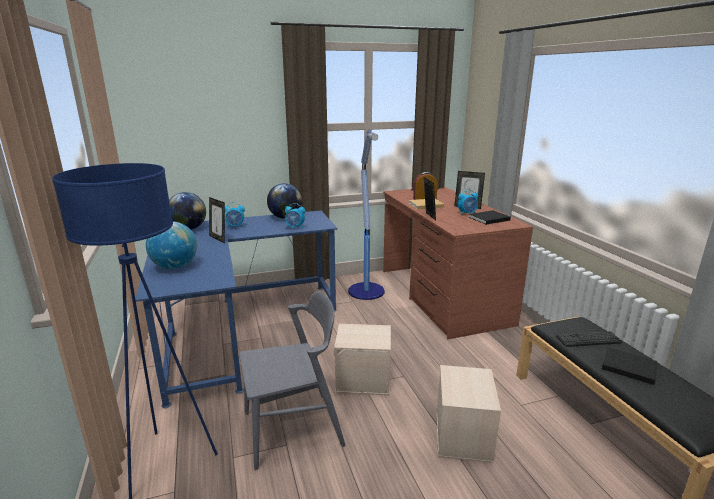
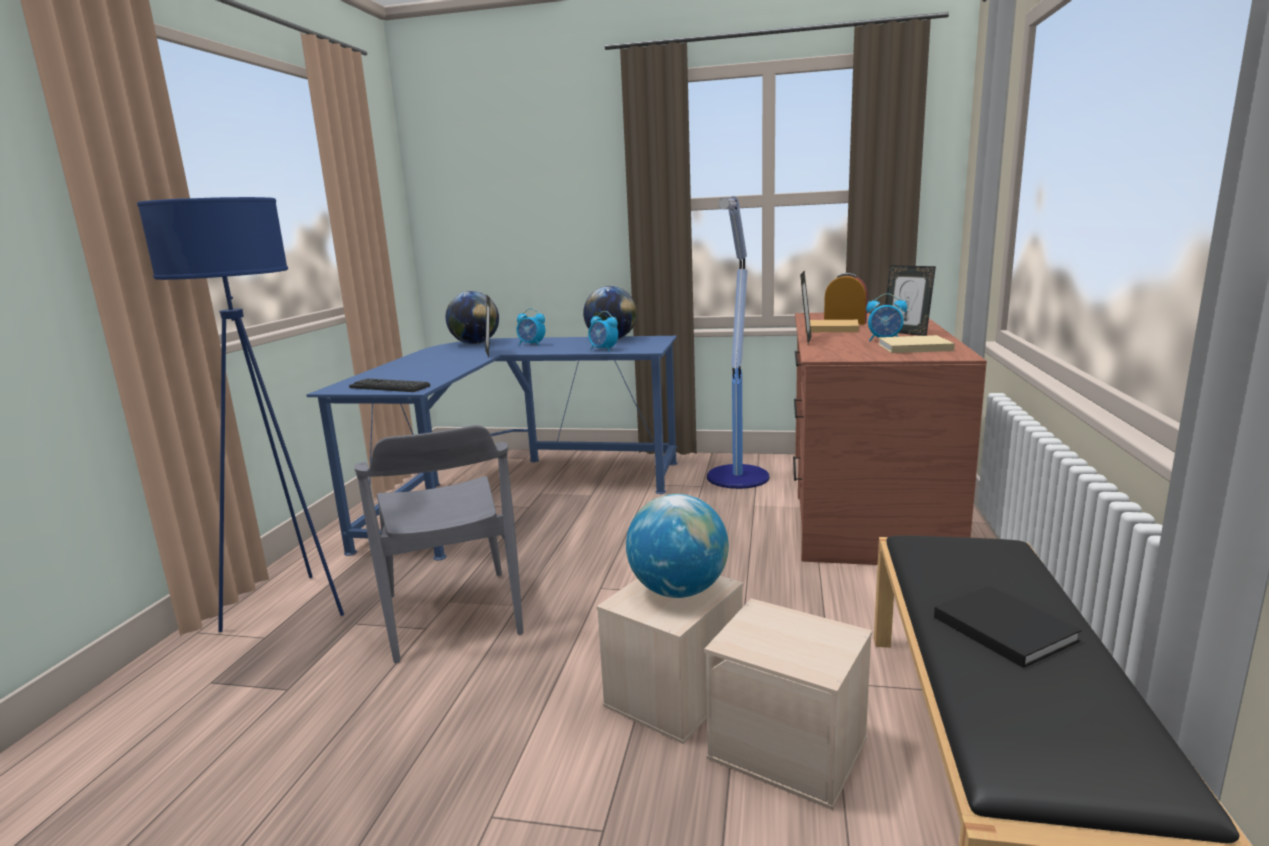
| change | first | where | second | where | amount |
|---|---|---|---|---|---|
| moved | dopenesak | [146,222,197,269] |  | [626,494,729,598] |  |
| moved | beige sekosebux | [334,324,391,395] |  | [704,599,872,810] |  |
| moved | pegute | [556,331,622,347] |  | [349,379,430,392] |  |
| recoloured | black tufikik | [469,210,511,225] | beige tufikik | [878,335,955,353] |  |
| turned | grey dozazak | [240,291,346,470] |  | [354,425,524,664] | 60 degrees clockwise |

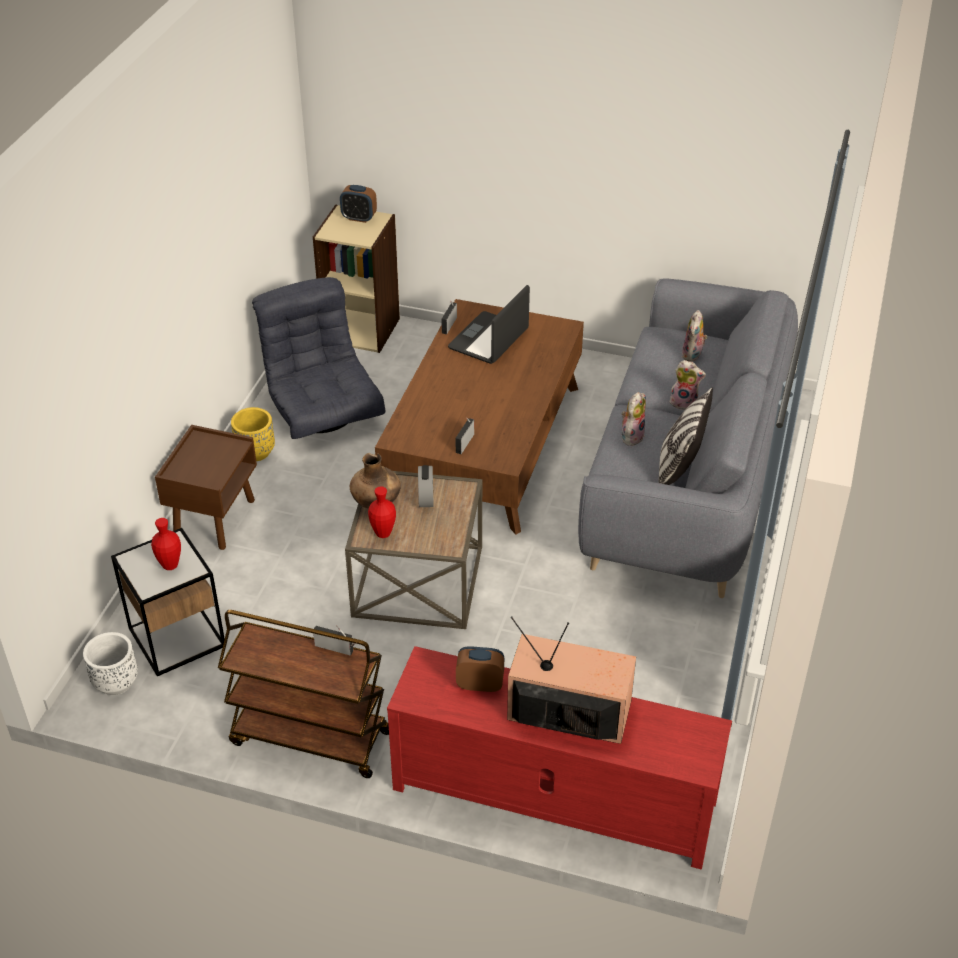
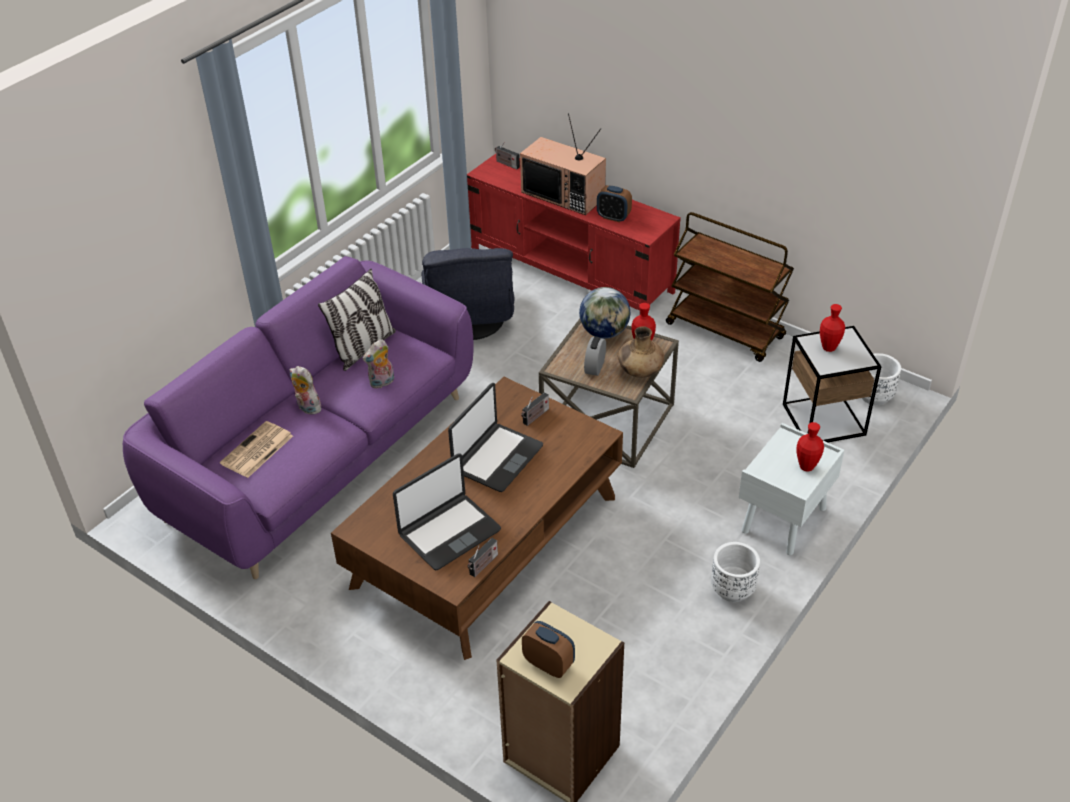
| change | first | where | second | where | amount |
|---|---|---|---|---|---|
| added |  |  | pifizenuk | [448,383,543,492] |  |
| added |  |  | dopenesak | [579,287,630,339] |  |
| added |  |  | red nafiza | [796,422,824,471] |  |
| moved | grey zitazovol | [252,277,385,439] |  | [422,248,515,340] |  |
| moved | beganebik | [313,625,355,656] |  | [495,142,520,169] |  |
| replaced | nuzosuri | [682,310,708,362] | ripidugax | [220,421,293,478] |  |
| recoloured | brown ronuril | [155,425,257,550] | white ronuril | [739,423,844,555] |  |
| recoloured | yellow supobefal | [231,407,275,461] | white supobefal | [711,542,760,602] |  |
| recoloured | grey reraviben | [578,278,798,598] | purple reraviben | [123,256,474,579] |  |

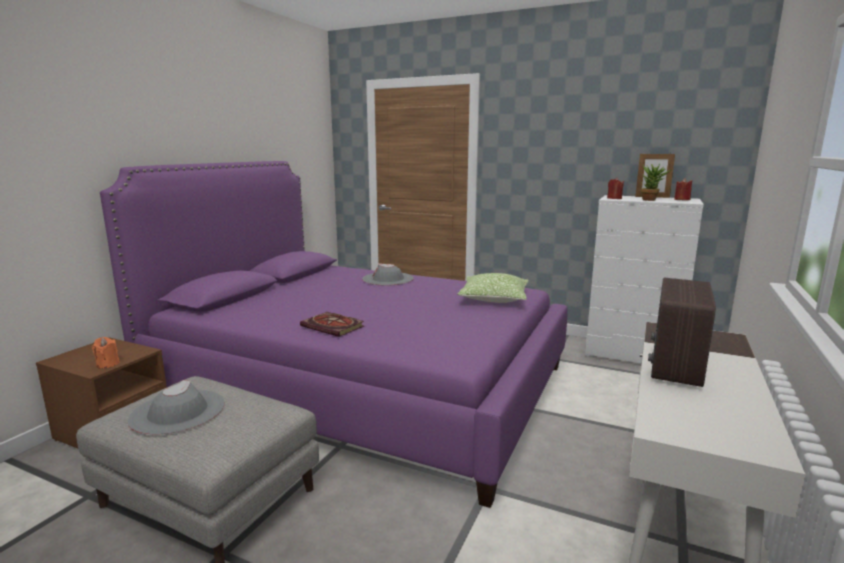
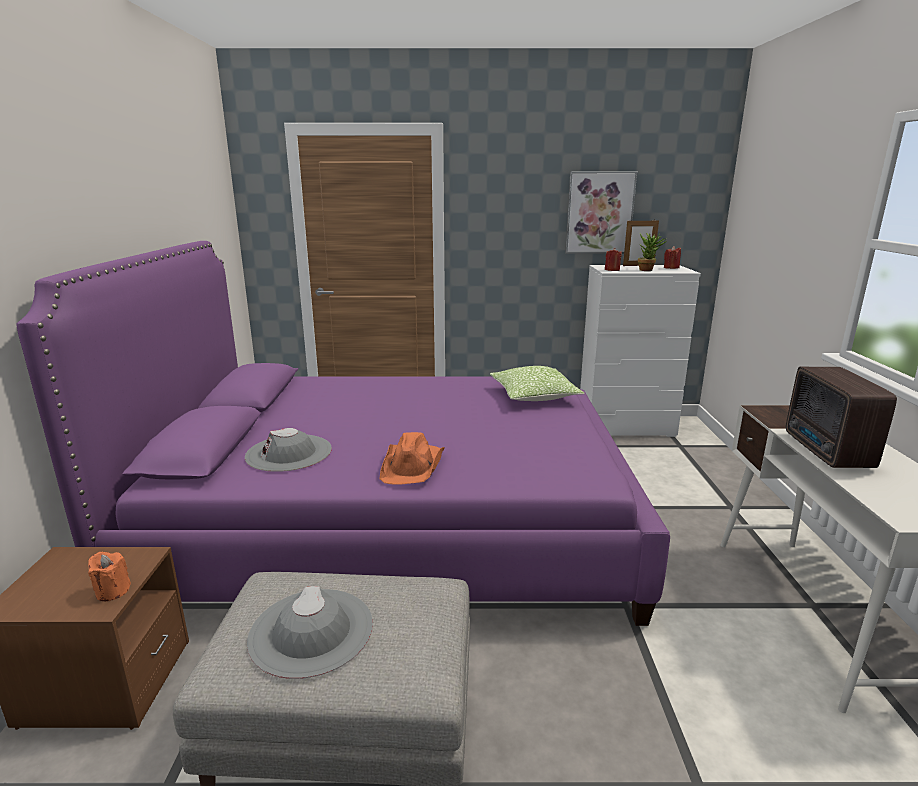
| change | first | where | second | where | amount |
|---|---|---|---|---|---|
| added |  |  | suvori | [565,171,637,254] |  |
| moved | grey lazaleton | [362,263,414,286] |  | [245,428,332,472] |  |
| replaced | tufikik | [300,312,364,337] | orange lazaleton | [380,432,445,485] |  |

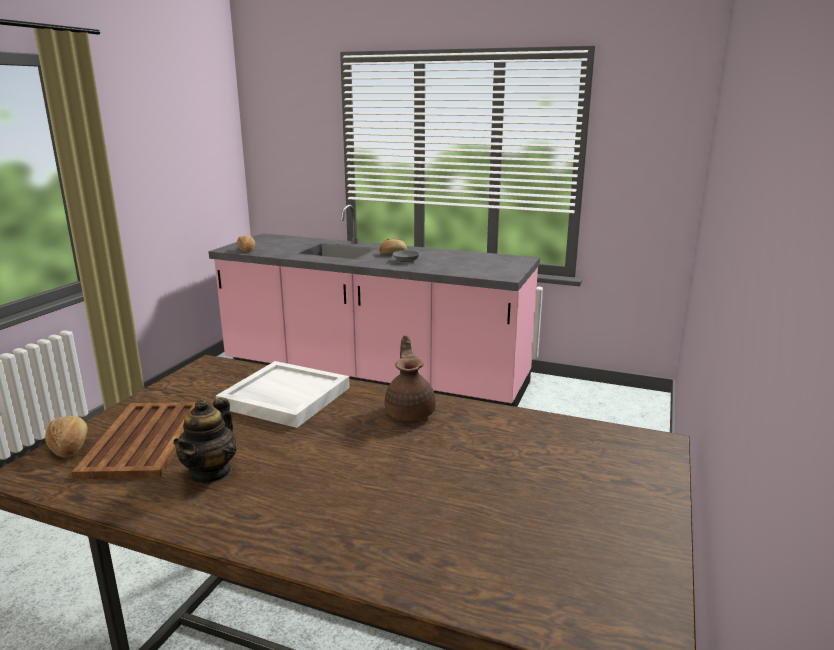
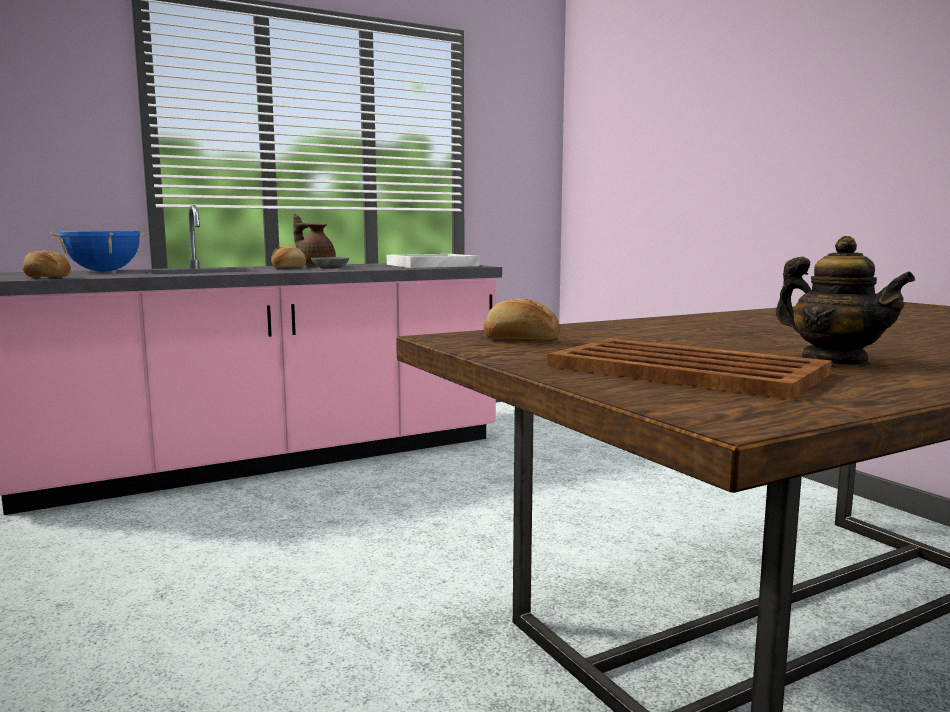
| change | first | where | second | where | amount |
|---|---|---|---|---|---|
| added |  |  | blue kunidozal | [50,231,148,272] |  |
| moved | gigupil | [45,416,88,458] |  | [484,299,560,340] |  |
| moved | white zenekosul | [216,361,350,428] |  | [387,254,480,268] |  |
| moved | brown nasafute | [385,335,436,421] |  | [293,214,336,266] |  |

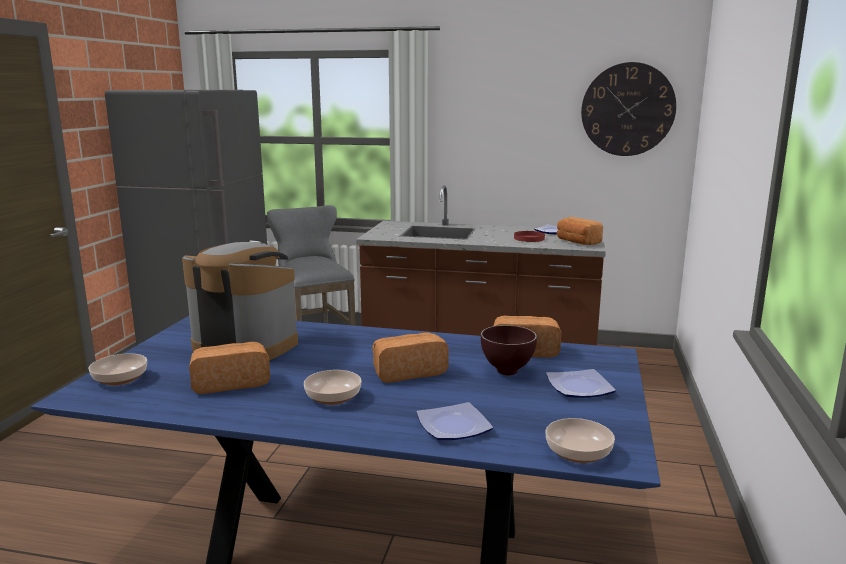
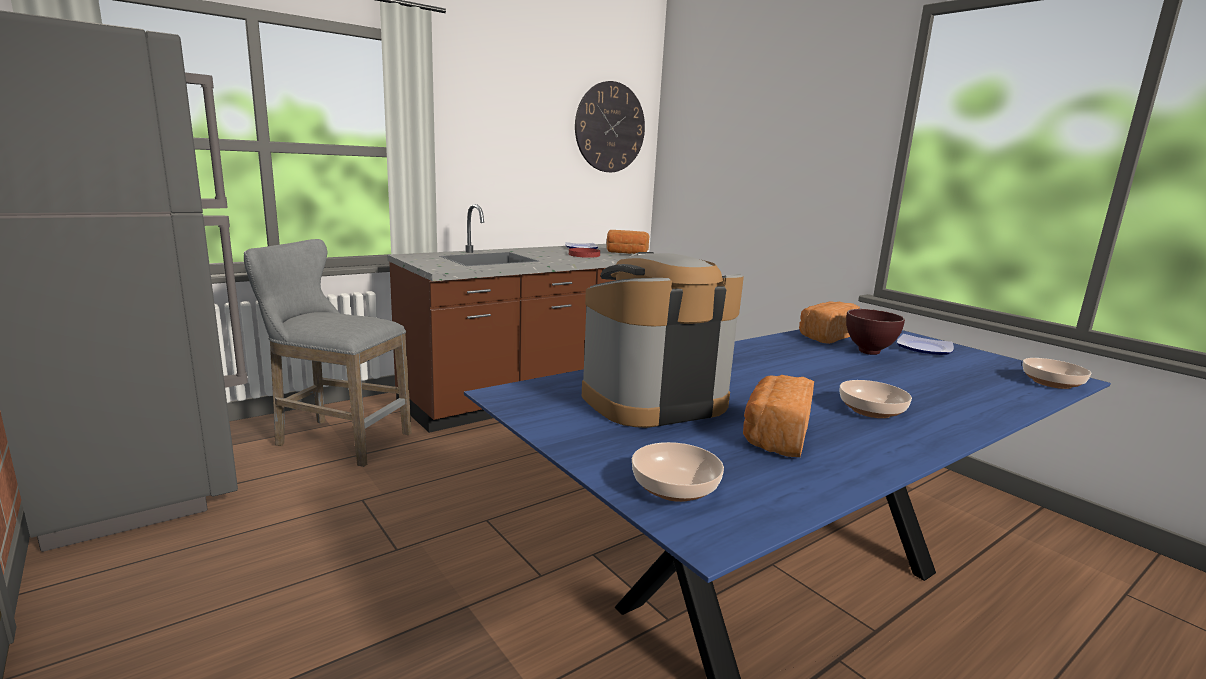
| change | first | where | second | where | amount |
|---|---|---|---|---|---|
| removed | gigupil | [372,332,449,383] |  |  |  |
| removed | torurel | [416,402,493,440] |  |  |  |

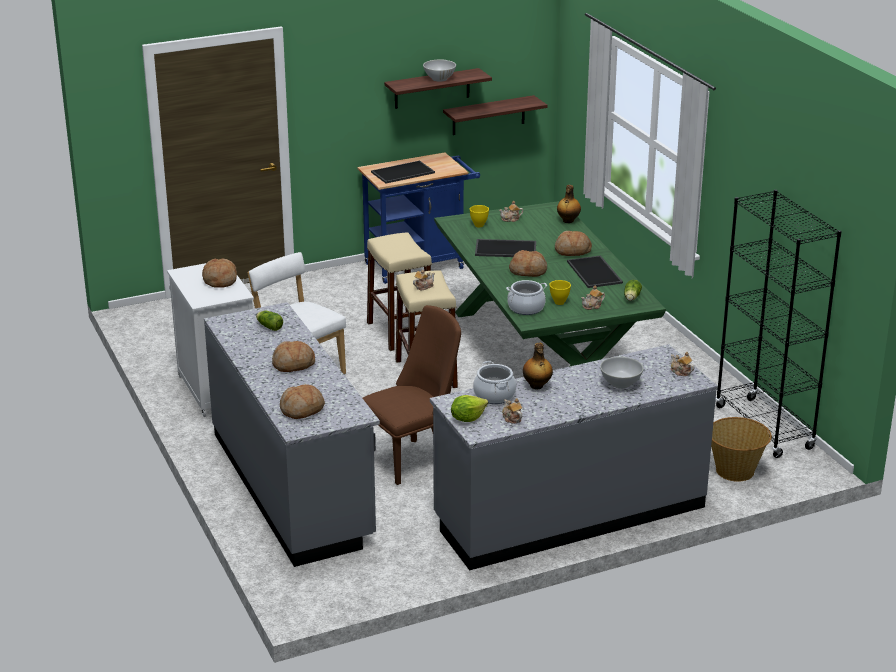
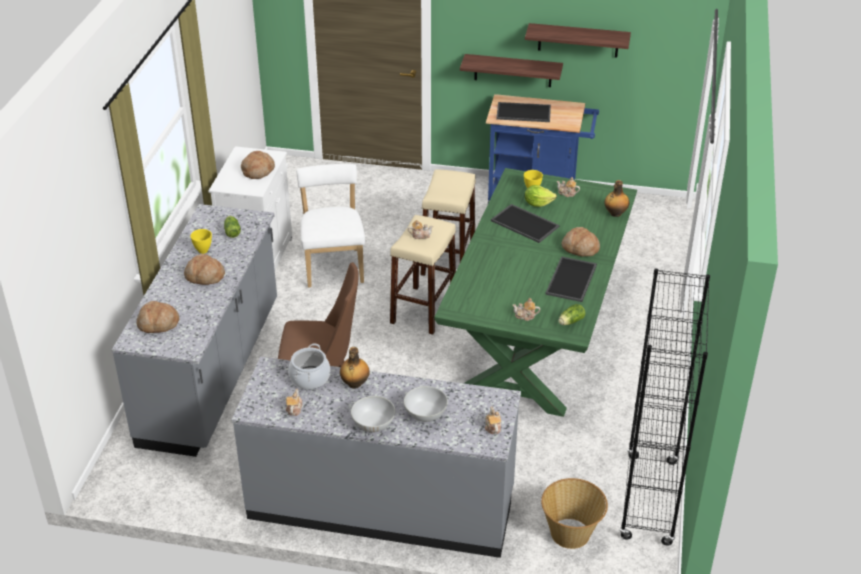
| change | first | where | second | where | amount |
|---|---|---|---|---|---|
| removed | kunidozal | [506,280,547,315] |  |  |  |
| removed | gigupil | [509,250,547,277] |  |  |  |
| moved | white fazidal | [423,59,456,82] |  | [351,396,395,432] |  |
| moved | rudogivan | [443,95,547,135] |  | [460,54,563,87] |  |
| moved | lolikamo | [451,395,488,422] |  | [524,185,557,207] |  |
| moved | yellow fazidal | [549,280,571,305] |  | [190,229,212,254] |  |

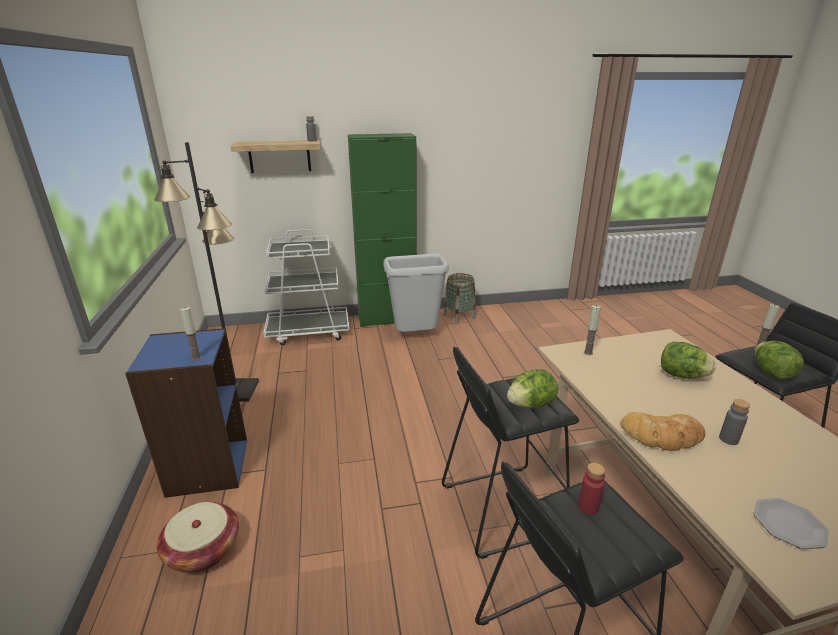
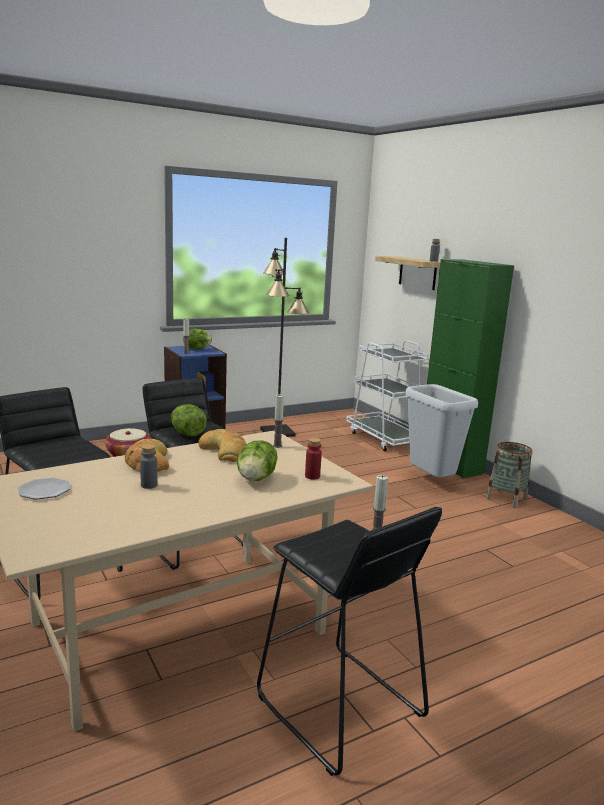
| change | first | where | second | where | amount |
|---|---|---|---|---|---|
| added |  |  | gigupil | [198,429,246,462] |  |
| moved | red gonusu | [578,463,605,515] |  | [305,438,322,480] |  |
| moved | lolikamo | [755,341,804,380] |  | [183,328,212,349] |  |

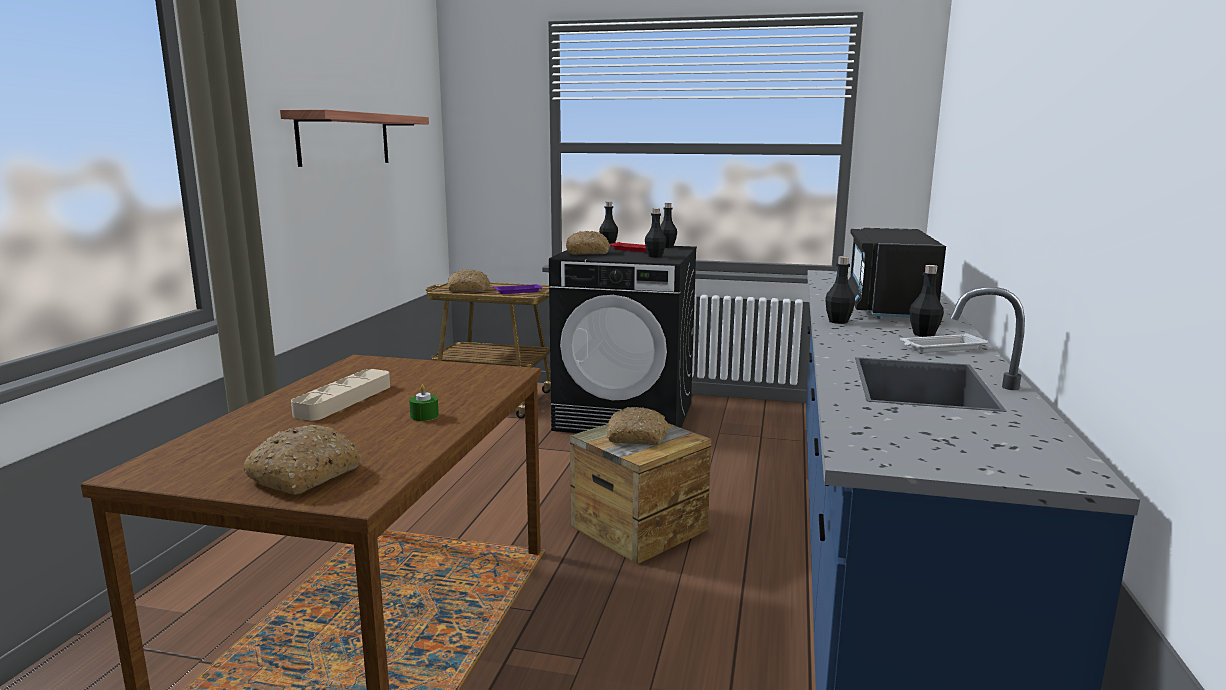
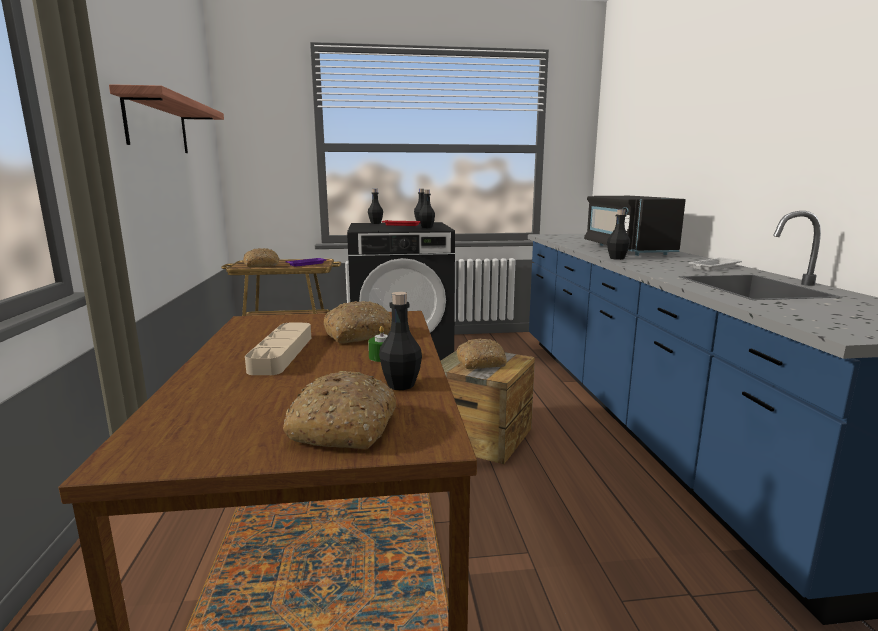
| change | first | where | second | where | amount |
|---|---|---|---|---|---|
| moved | gigupil | [566,231,610,255] |  | [324,301,392,344] |  |
| moved | black gonusu | [909,265,944,337] |  | [379,292,422,390] |  |

